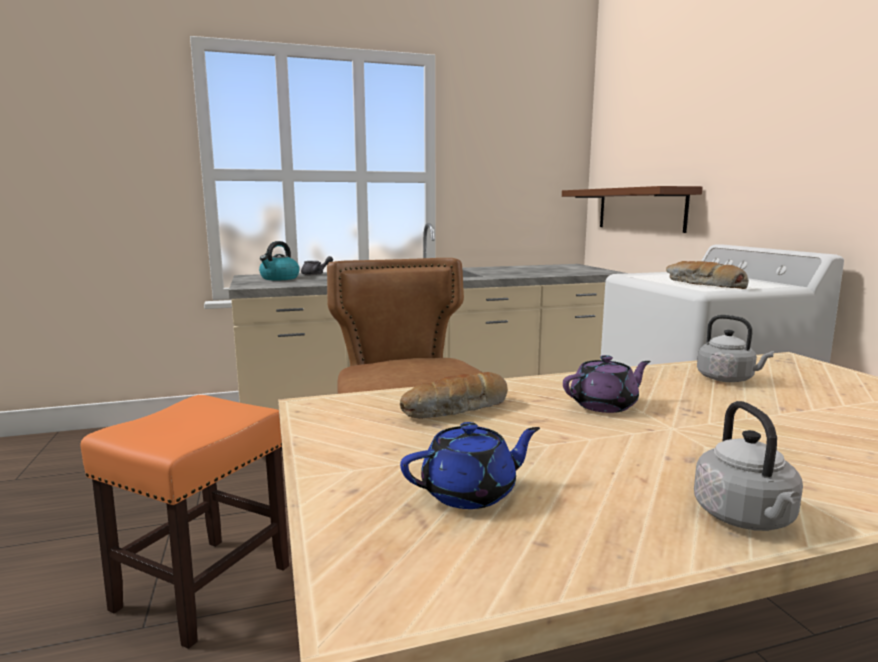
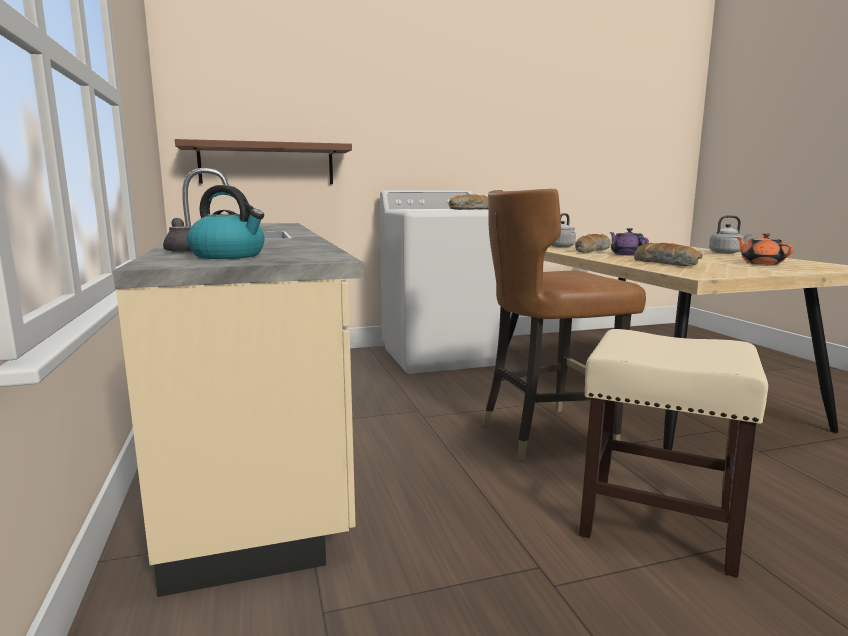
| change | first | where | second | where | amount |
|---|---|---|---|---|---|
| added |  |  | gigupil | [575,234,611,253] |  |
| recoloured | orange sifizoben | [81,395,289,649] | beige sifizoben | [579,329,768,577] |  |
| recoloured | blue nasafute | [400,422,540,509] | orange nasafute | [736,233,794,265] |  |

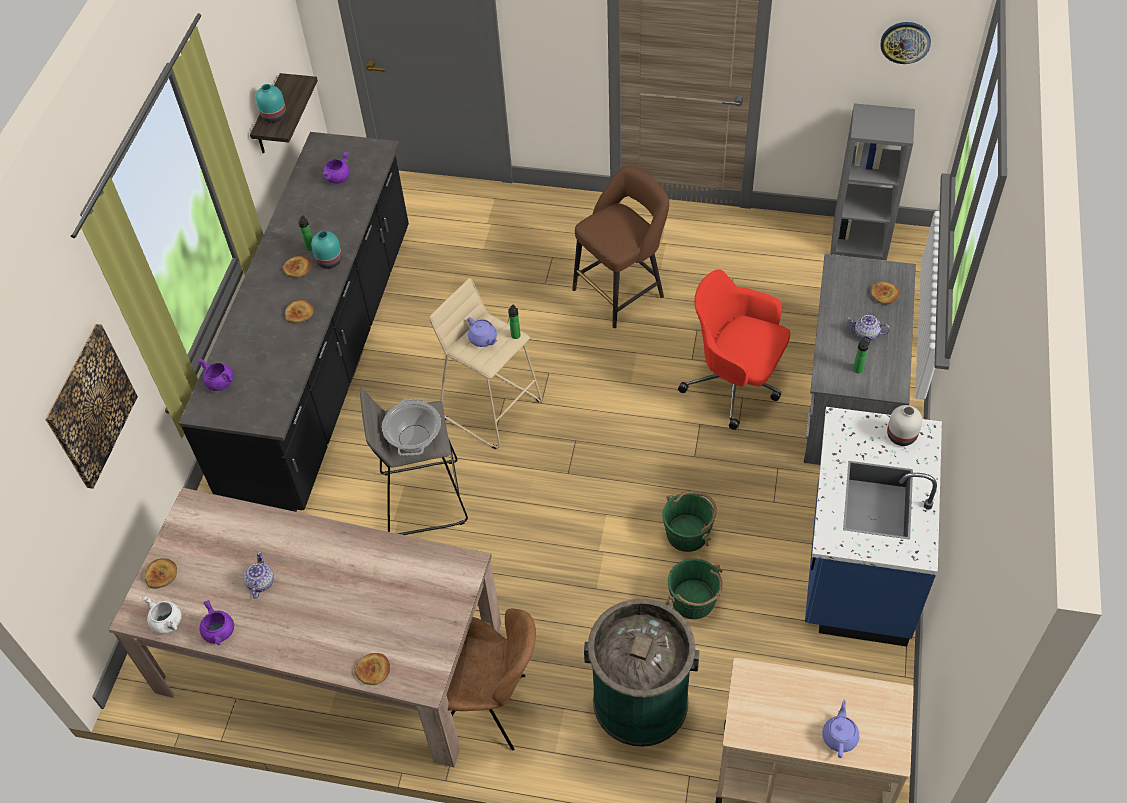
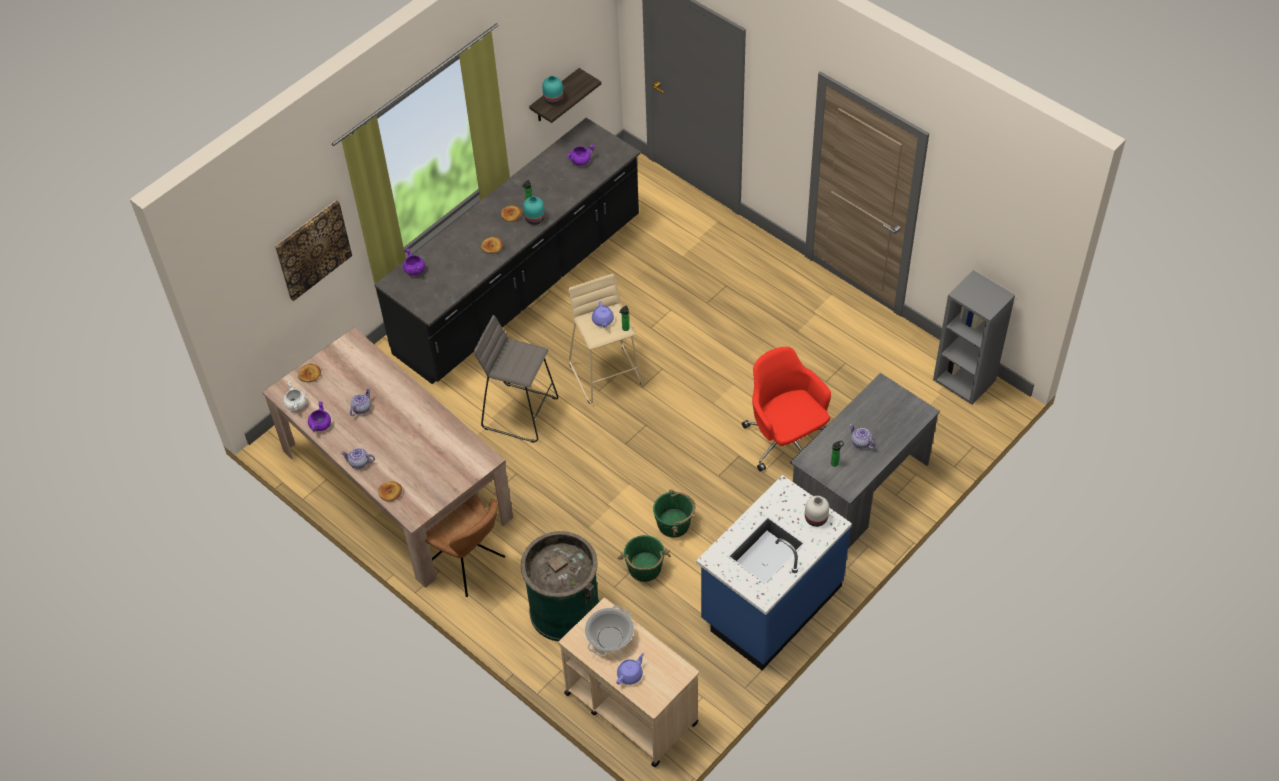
| change | first | where | second | where | amount |
|---|---|---|---|---|---|
| removed | brown sifizoben | [572,166,669,328] |  |  |  |
| removed | gigupil | [871,282,900,304] |  |  |  |
| removed | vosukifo | [880,22,931,64] |  |  |  |
| added |  |  | nasafute | [340,448,375,469] |  |
| moved | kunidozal | [382,399,441,456] |  | [585,605,634,656] |  |

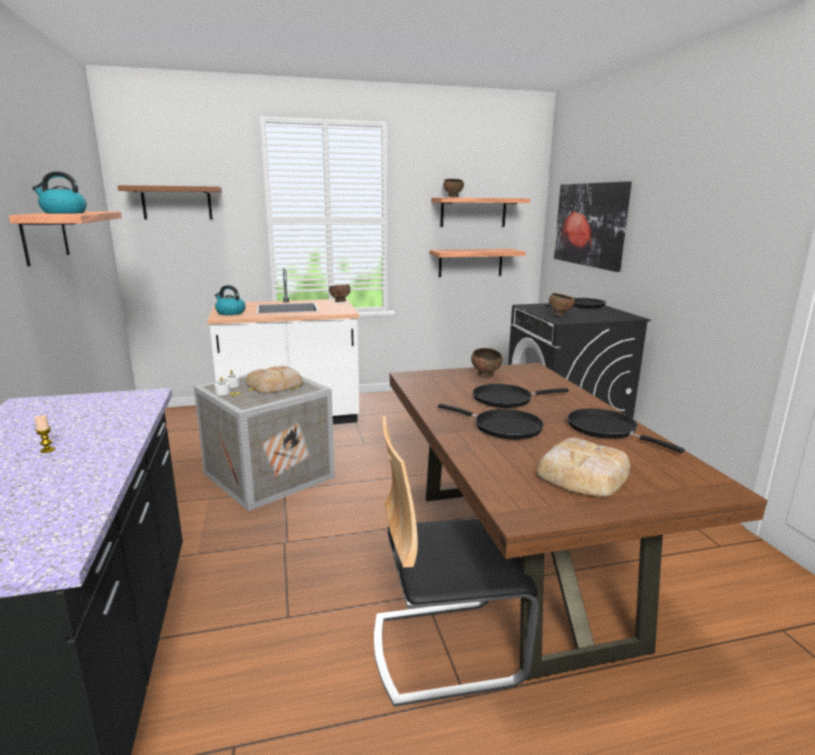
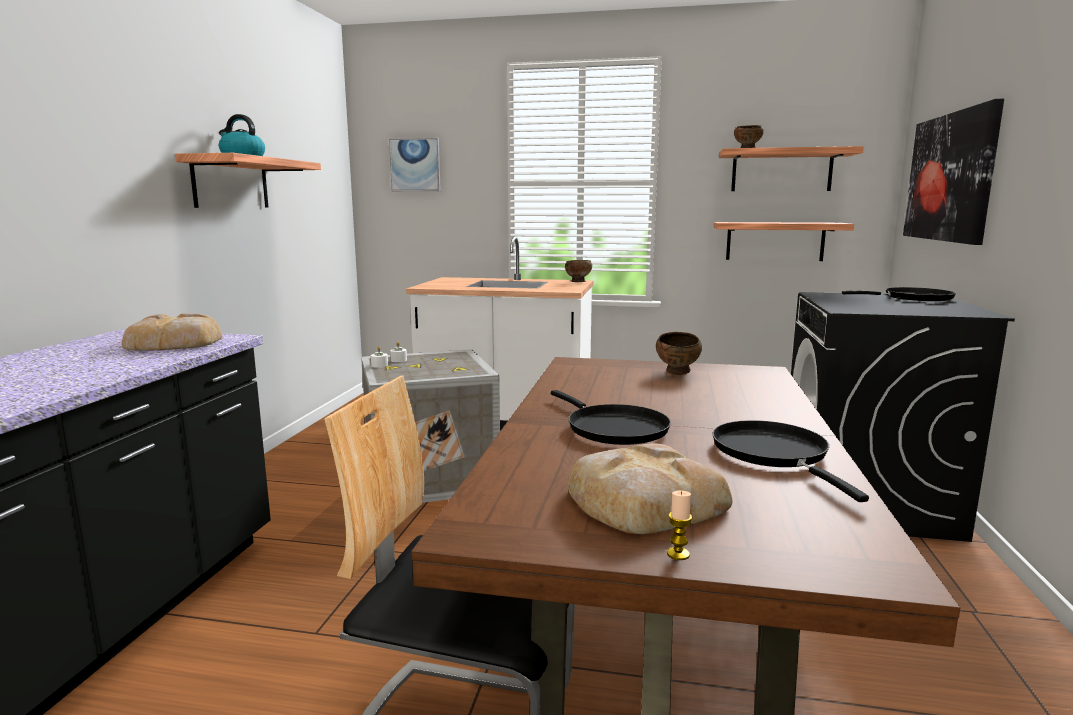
| change | first | where | second | where | amount |
|---|---|---|---|---|---|
| removed | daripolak | [215,285,246,315] |  |  |  |
| removed | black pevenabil | [473,384,569,408] |  |  |  |
| removed | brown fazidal | [549,293,575,317] |  |  |  |
| moved | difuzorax | [34,415,55,453] |  | [667,491,692,560] |  |
| moved | gigupil | [246,366,303,393] |  | [122,313,222,351] |  |
| replaced | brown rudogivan | [118,185,222,220] | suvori | [389,138,441,191] |  |

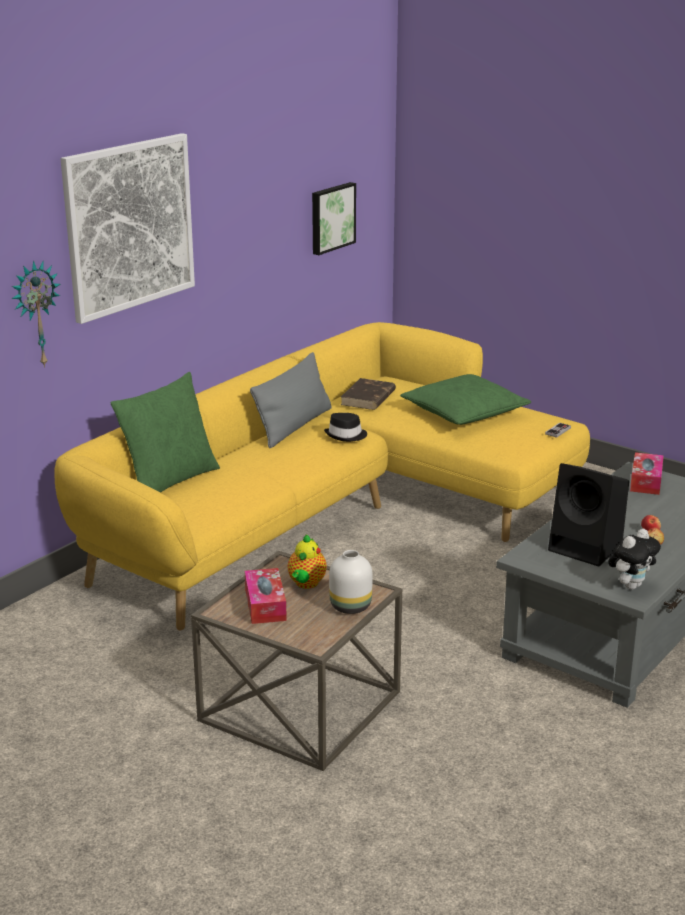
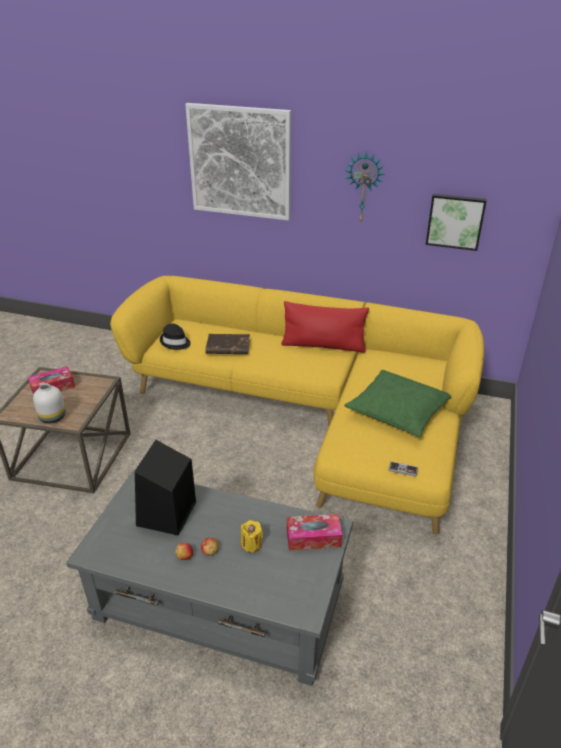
| change | first | where | second | where | amount |
|---|---|---|---|---|---|
| removed | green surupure | [110,372,220,493] |  |  |  |
| removed | nasafute | [288,534,327,589] |  |  |  |
| removed | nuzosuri | [608,529,661,590] |  |  |  |
| added |  |  | yellow difuzorax | [241,520,263,553] |  |
| moved | vosukifo | [12,260,60,368] |  | [345,151,385,221] |  |
| moved | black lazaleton | [324,413,367,442] |  | [160,324,191,350] |  |
| moved | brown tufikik | [341,378,396,410] |  | [205,334,250,354] |  |
| recoloured | grey surupure | [250,352,332,448] | red surupure | [281,301,369,353] |  |

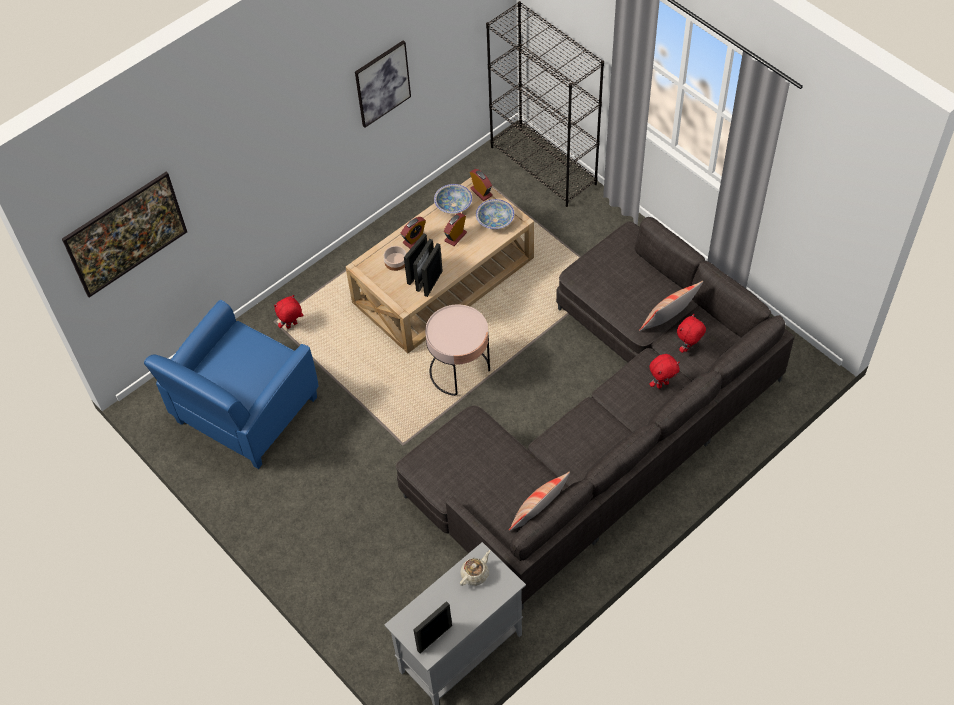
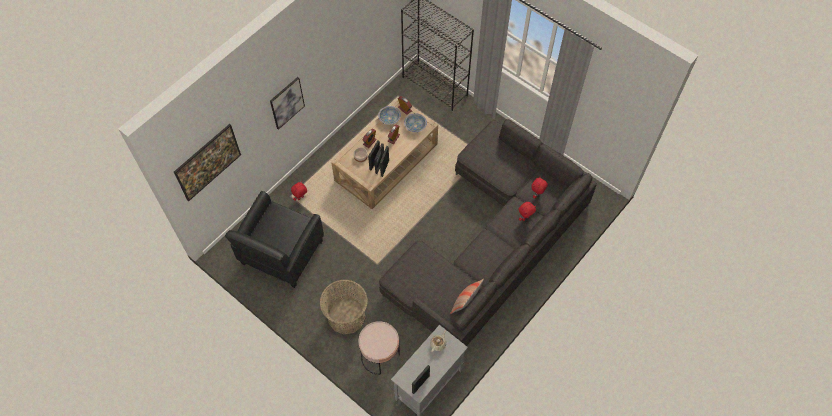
| change | first | where | second | where | amount |
|---|---|---|---|---|---|
| removed | surupure | [639,281,703,331] |  |  |  |
| added |  |  | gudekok | [320,279,368,334] |  |
| moved | suvori | [355,40,411,128] |  | [270,77,305,130] |  |
| moved | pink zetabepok | [425,305,490,396] |  | [359,321,400,375] |  |
| recoloured | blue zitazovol | [144,300,318,469] | black zitazovol | [225,191,324,288] |  |

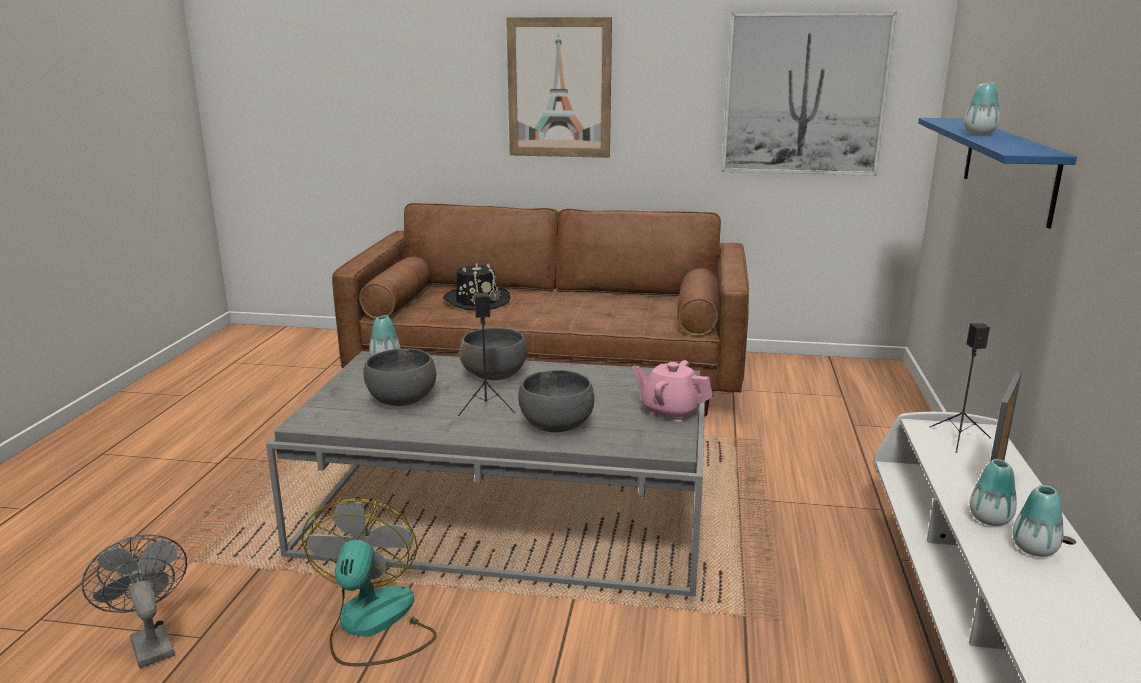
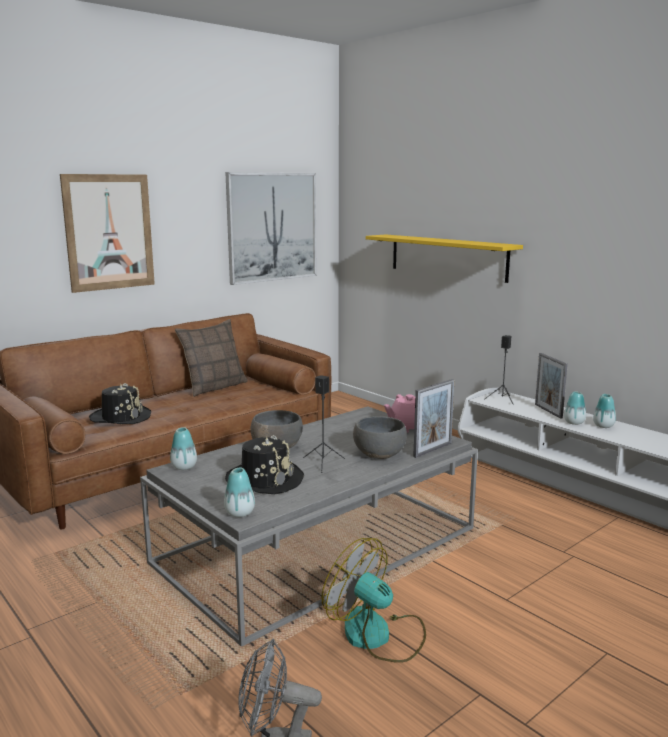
| change | first | where | second | where | amount |
|---|---|---|---|---|---|
| added |  |  | surupure | [175,319,248,397] |  |
| added |  |  | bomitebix | [413,379,454,458] |  |
| moved | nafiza | [964,82,1000,135] |  | [224,467,255,517] |  |
| replaced | grey fazidal | [363,349,436,406] | black lazaleton | [225,436,304,494] |  |
| recoloured | blue rudogivan | [918,118,1077,229] | yellow rudogivan | [366,235,523,283] |  |

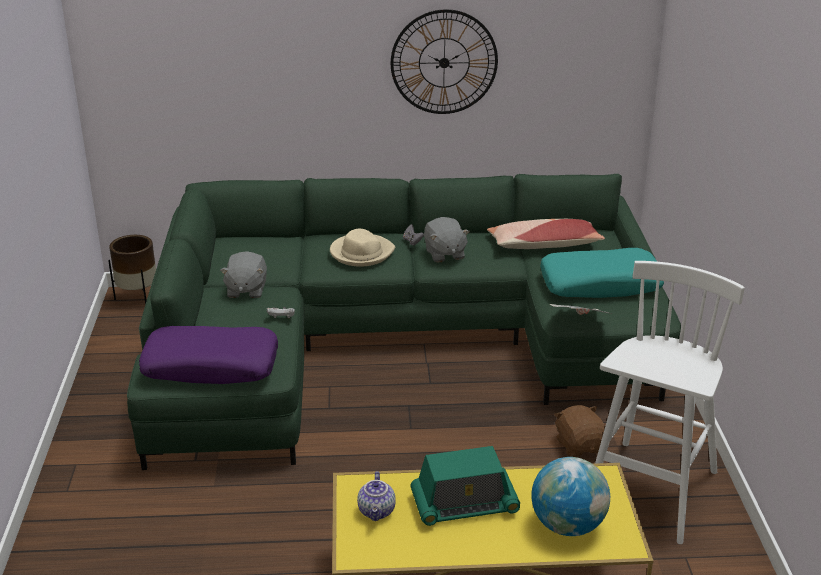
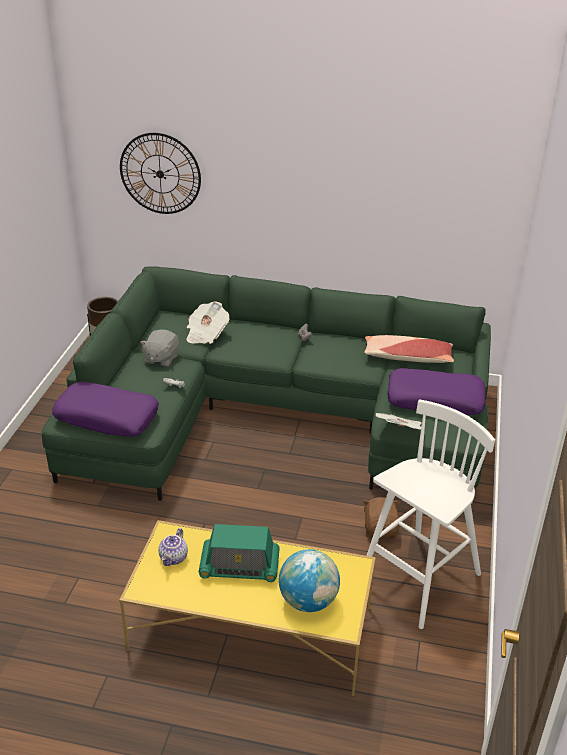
| change | first | where | second | where | amount |
|---|---|---|---|---|---|
| removed | beige lazaleton | [330,229,395,267] |  |  |  |
| removed | grey nuzosuri | [424,217,470,263] |  |  |  |
| added |  |  | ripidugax | [186,301,229,344] |  |
| moved | vosukifo | [391,9,498,114] |  | [120,133,201,214] |  |
| recoloured | turquoise surupure | [540,248,664,298] | purple surupure | [387,368,485,415] |  |

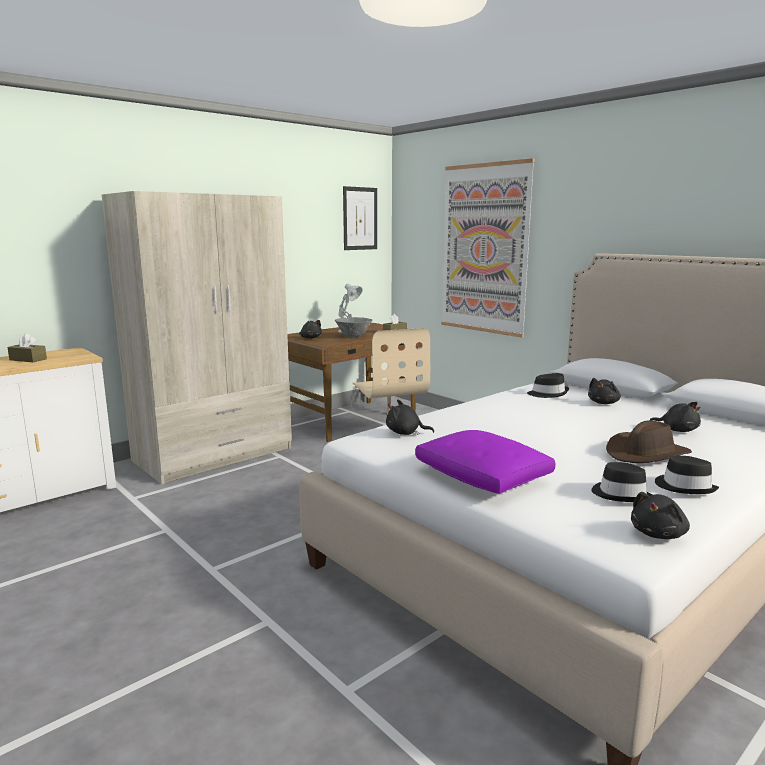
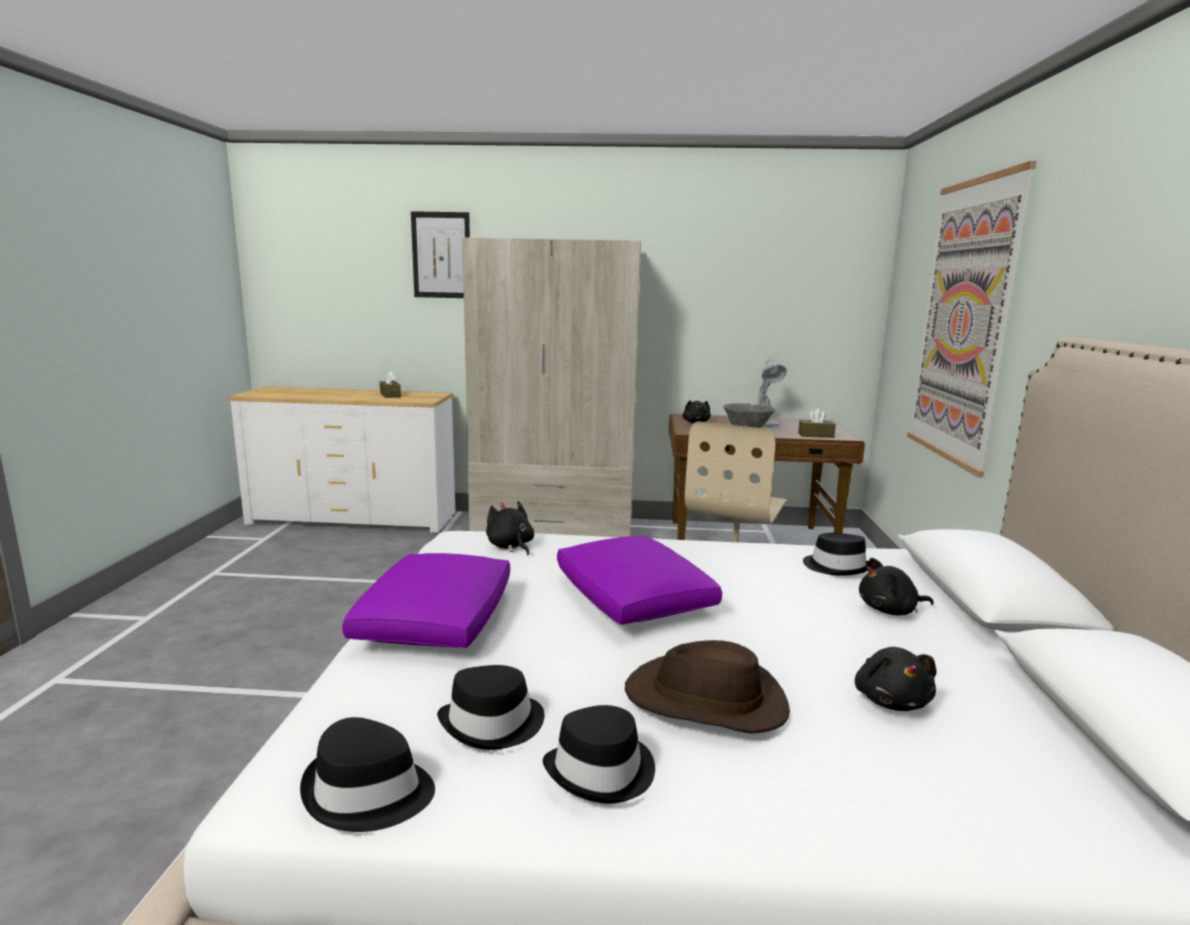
| change | first | where | second | where | amount |
|---|---|---|---|---|---|
| added |  |  | purple surupure | [557,536,722,625] |  |
| moved | suvori | [343,186,377,250] |  | [411,211,470,298] |  |
| replaced | black nuzosuri | [631,492,690,539] | black lazaleton | [300,717,435,832] |  |

